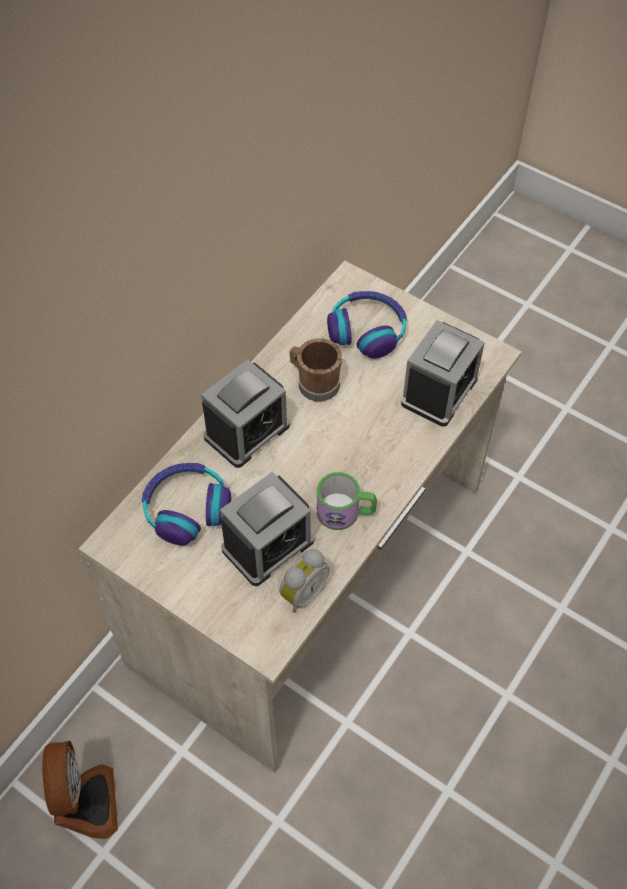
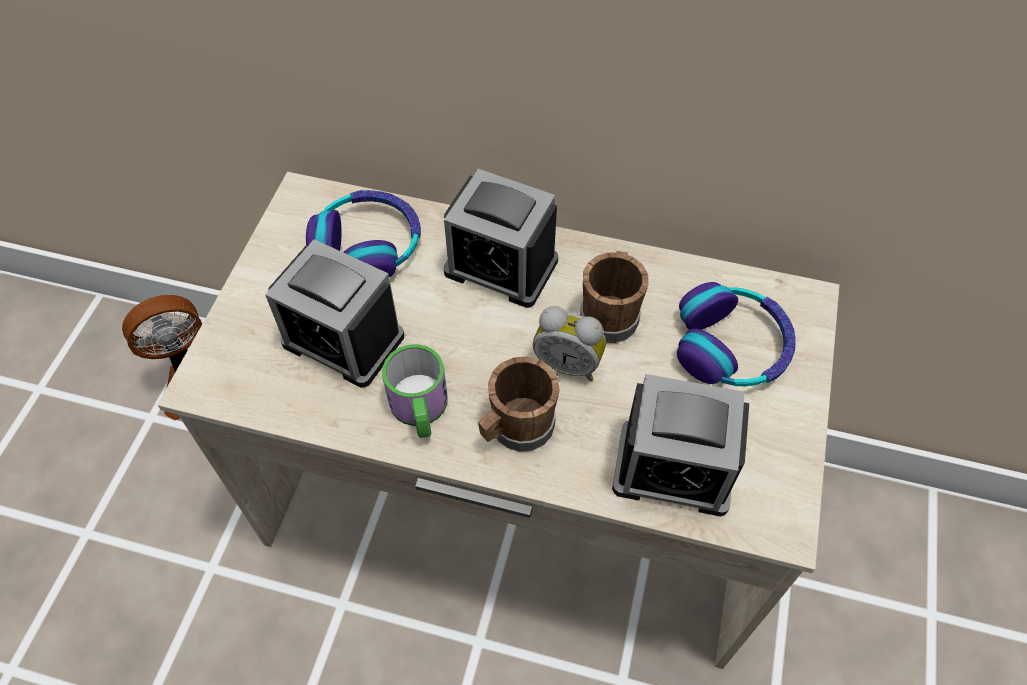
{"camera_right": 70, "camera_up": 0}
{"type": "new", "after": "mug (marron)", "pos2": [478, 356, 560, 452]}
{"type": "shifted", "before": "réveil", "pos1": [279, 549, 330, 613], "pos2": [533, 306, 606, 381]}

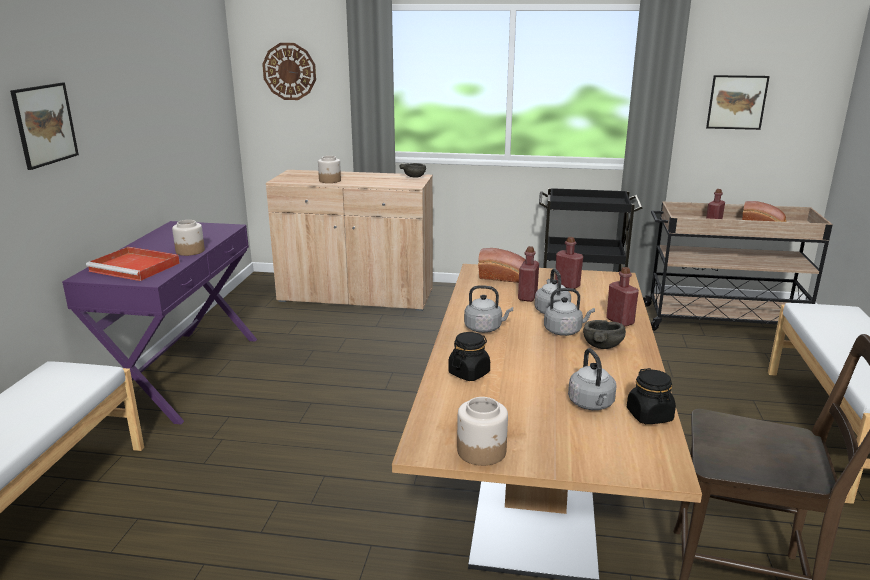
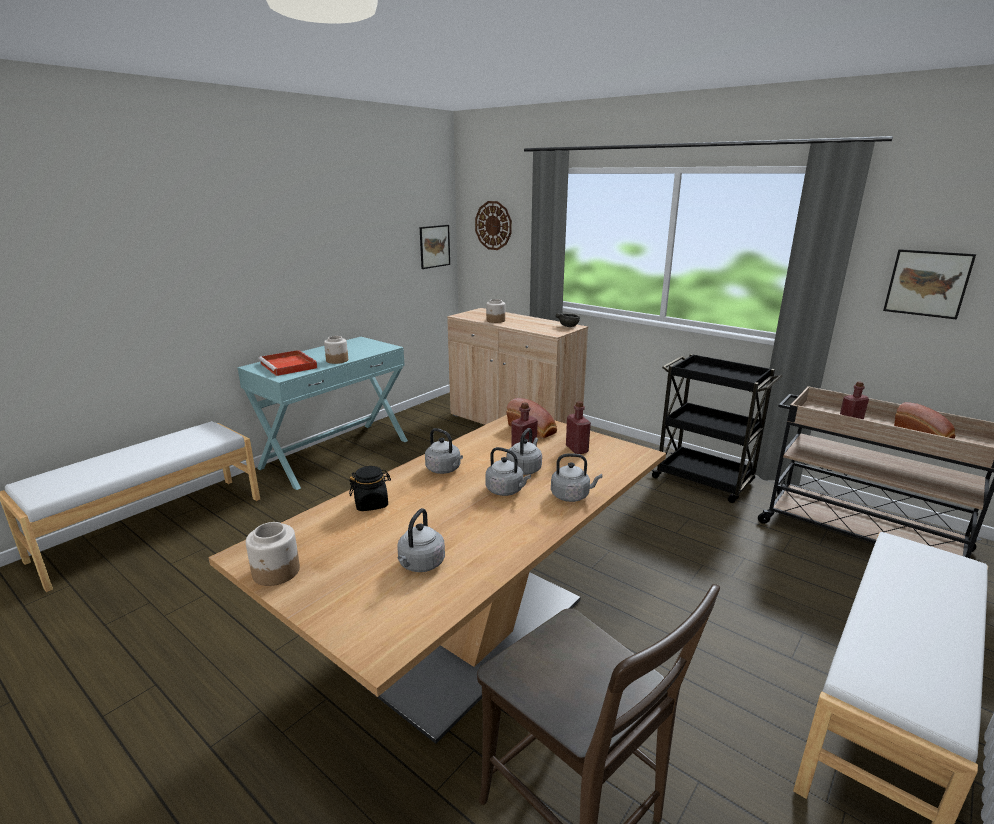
{"camera_right": 30, "camera_up": 0}
{"type": "gone", "before": "bol (gris)", "pos1": [583, 320, 626, 349]}
{"type": "gone", "before": "bocal (noir)", "pos1": [627, 368, 676, 424]}
{"type": "shifted", "before": "tableau", "pos1": [10, 83, 79, 170], "pos2": [420, 225, 450, 269]}
{"type": "swapped", "before": "bouteille (rouge)", "after": "bouilloire (gris)", "pos1": [606, 267, 639, 327], "pos2": [551, 453, 602, 502]}
{"type": "repainted", "before": "table console (violet)", "after": "table console (turquoise)", "pos1": [62, 221, 257, 424], "pos2": [237, 337, 408, 490]}

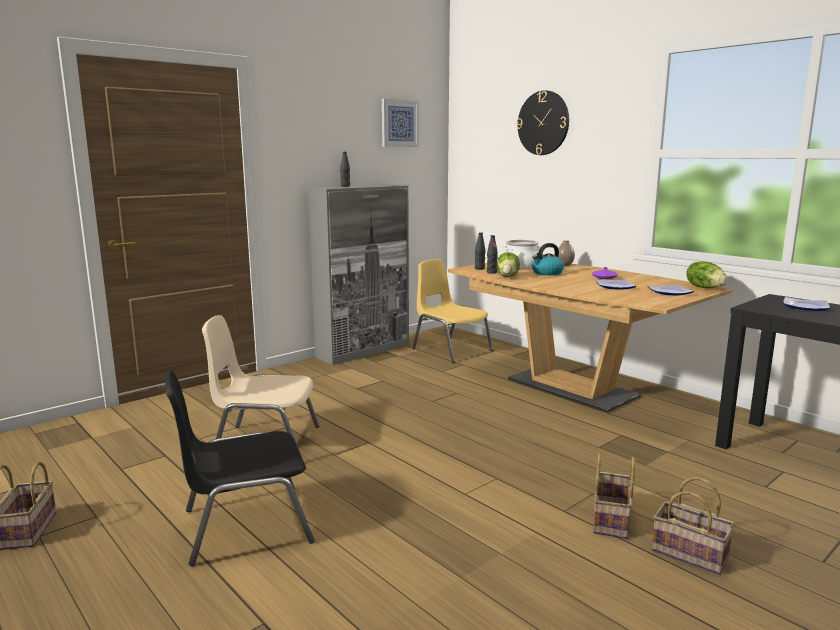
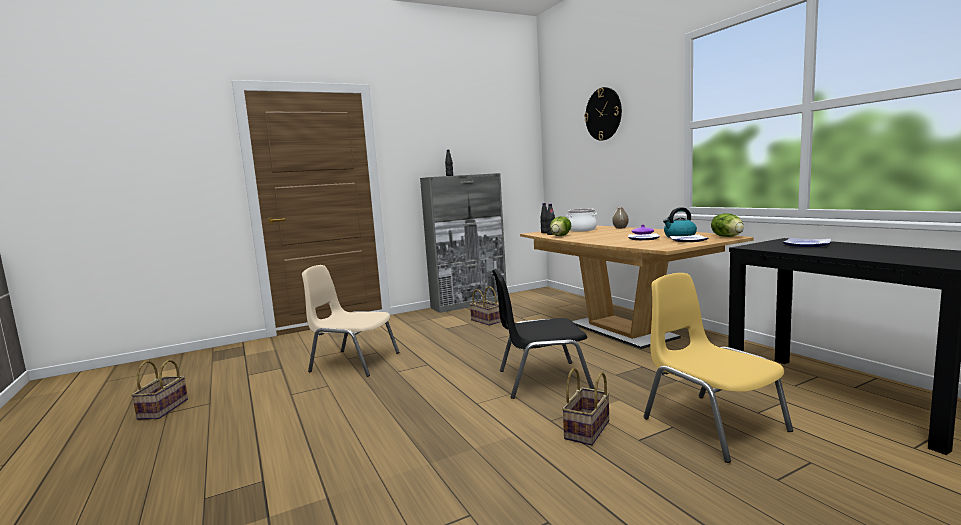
{"camera_right": 15, "camera_up": -5}
{"type": "gone", "before": "tableau", "pos1": [382, 99, 419, 147]}
{"type": "shifted", "before": "chaise (noir)", "pos1": [165, 370, 315, 566], "pos2": [492, 269, 595, 399]}
{"type": "shifted", "before": "chaise (jaune)", "pos1": [412, 259, 493, 363], "pos2": [643, 273, 793, 463]}
{"type": "shifted", "before": "bouilloire", "pos1": [532, 243, 564, 275], "pos2": [663, 207, 697, 237]}
{"type": "shifted", "before": "panier", "pos1": [652, 477, 735, 575], "pos2": [470, 286, 501, 325]}

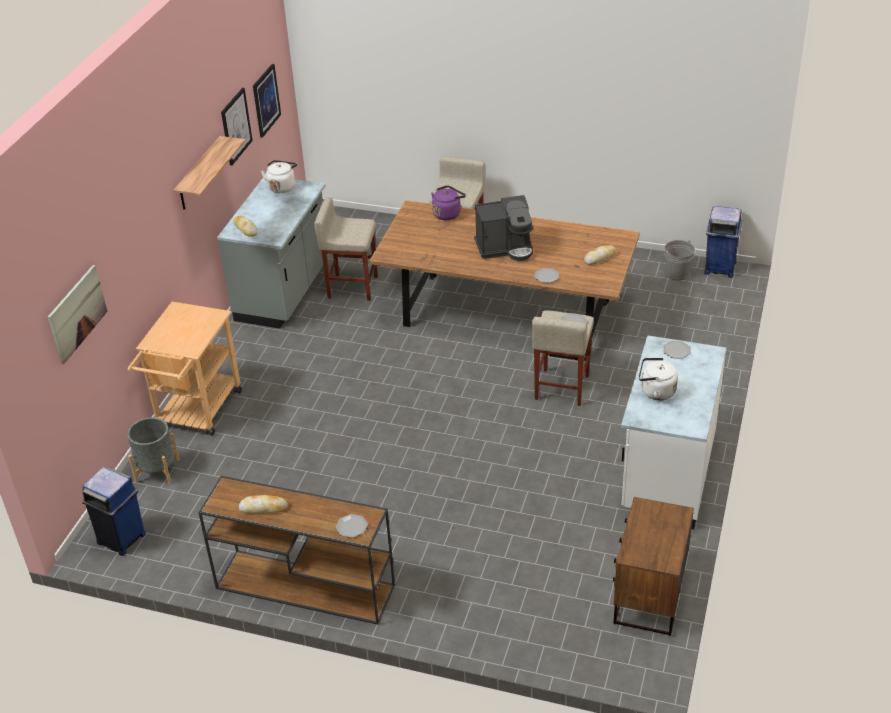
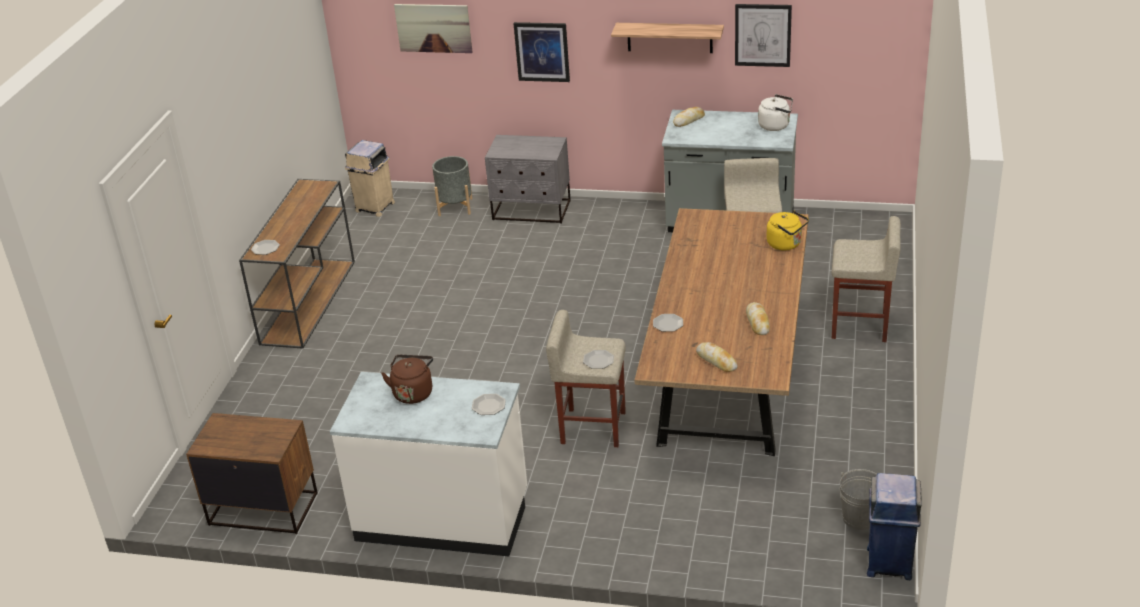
{"camera_right": 85, "camera_up": -5}
{"type": "gone", "before": "machine à café", "pos1": [474, 195, 533, 261]}
{"type": "shifted", "before": "pain", "pos1": [239, 495, 288, 514], "pos2": [746, 302, 770, 335]}
{"type": "shifted", "before": "tableau", "pos1": [253, 64, 281, 138], "pos2": [513, 22, 570, 82]}
{"type": "swapped", "before": "chariot (beige)", "after": "table de chevet (gris)", "pos1": [128, 302, 242, 436], "pos2": [485, 135, 571, 224]}
{"type": "repainted", "before": "poubelle (bleu)", "after": "poubelle (beige)", "pos1": [82, 467, 146, 556], "pos2": [345, 140, 395, 217]}
{"type": "repainted", "before": "bouilloire (violet)", "after": "bouilloire (jaune)", "pos1": [431, 185, 466, 220], "pos2": [767, 210, 809, 250]}
{"type": "repainted", "before": "bouilloire (blanc)", "after": "bouilloire (marron)", "pos1": [639, 358, 678, 400], "pos2": [381, 355, 433, 404]}

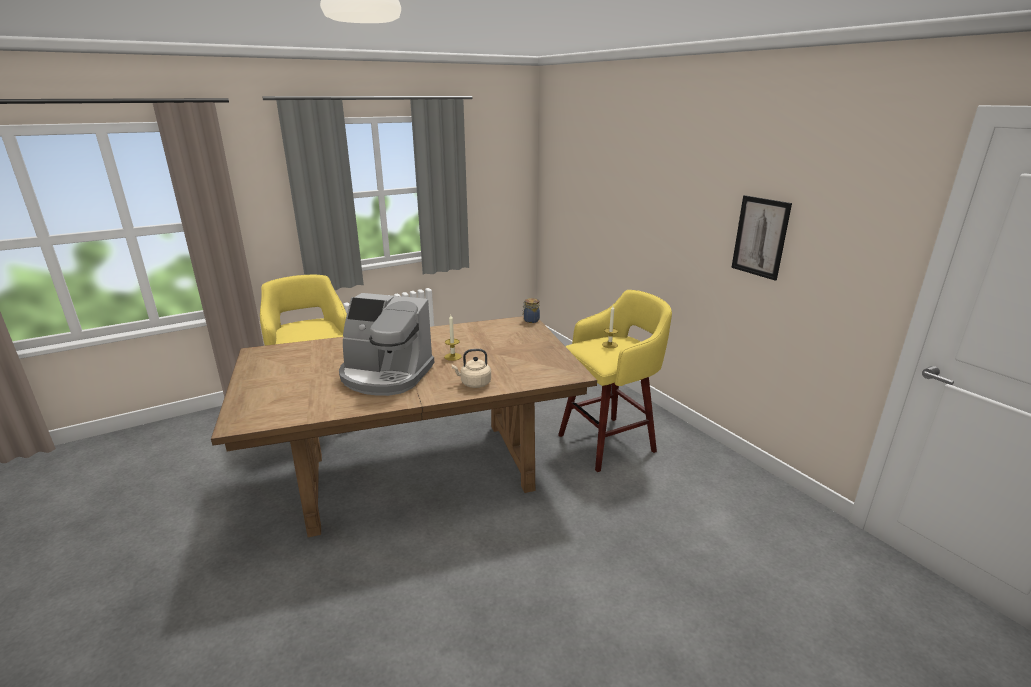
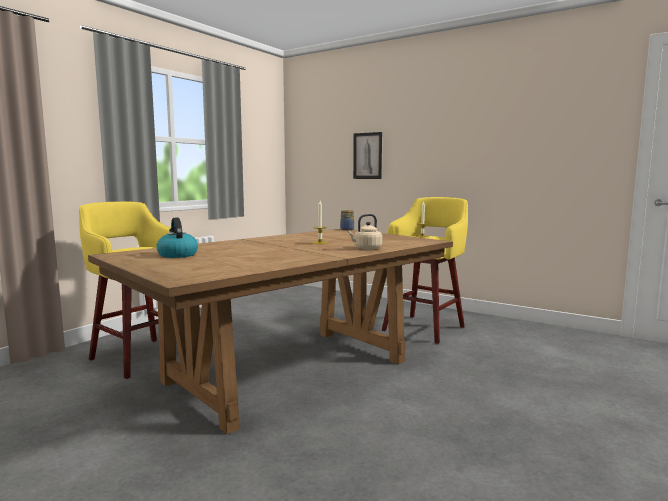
{"camera_right": -25, "camera_up": -15}
{"type": "gone", "before": "machine à café", "pos1": [339, 293, 435, 396]}
{"type": "new", "after": "bouilloire", "pos2": [156, 218, 198, 258]}
{"type": "shifted", "before": "tableau", "pos1": [731, 195, 792, 281], "pos2": [353, 132, 382, 179]}

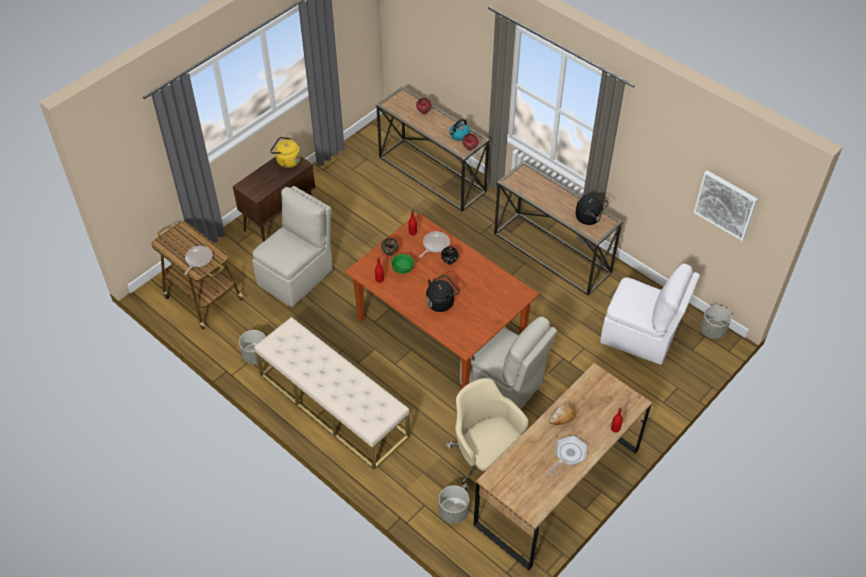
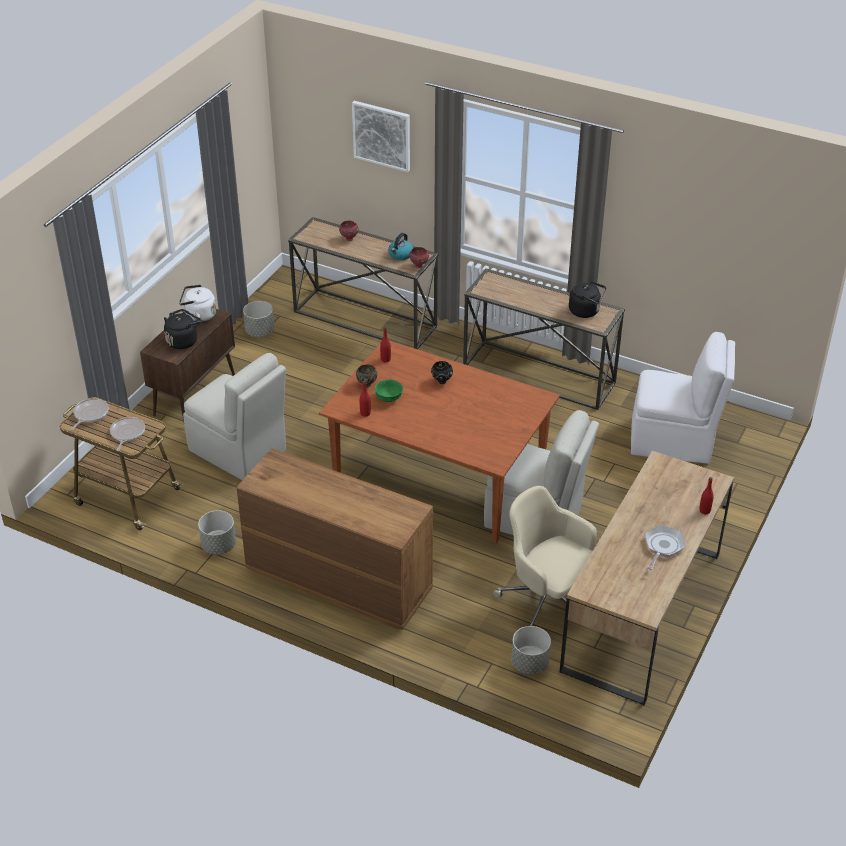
{"camera_right": -15, "camera_up": -10}
{"type": "gone", "before": "pain", "pos1": [549, 403, 576, 425]}
{"type": "shifted", "before": "poêle", "pos1": [419, 231, 450, 258], "pos2": [71, 398, 109, 430]}
{"type": "shifted", "before": "bouilloire (noir)", "pos1": [426, 275, 460, 312], "pos2": [164, 309, 202, 349]}
{"type": "shifted", "before": "tableau", "pos1": [694, 170, 758, 241], "pos2": [352, 101, 410, 172]}
{"type": "shifted", "before": "cache-pot (gris)", "pos1": [700, 305, 731, 339], "pos2": [243, 301, 274, 337]}
{"type": "swapped", "before": "banc (beige)", "after": "commode (marron)", "pos1": [255, 317, 410, 470], "pos2": [237, 448, 433, 630]}
{"type": "repainted", "before": "bouilloire (jaune)", "after": "bouilloire (blanc)", "pos1": [270, 137, 301, 168], "pos2": [179, 284, 216, 322]}
{"type": "rotated", "before": "chaise (beige)", "pos1": [252, 186, 333, 307], "pos2": [183, 353, 286, 480], "turn": 105}

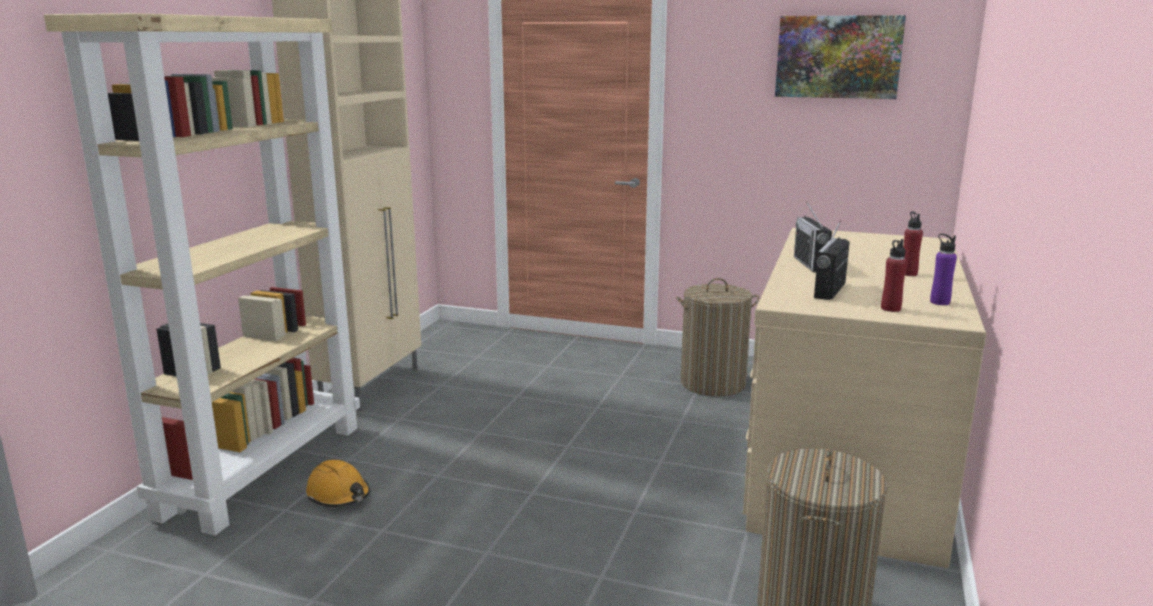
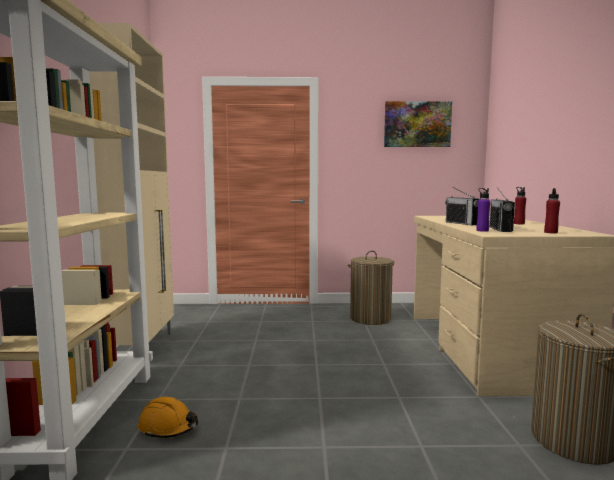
{"camera_right": -20, "camera_up": -10}
{"type": "shifted", "before": "bouteille (violet)", "pos1": [930, 234, 957, 305], "pos2": [476, 188, 490, 232]}

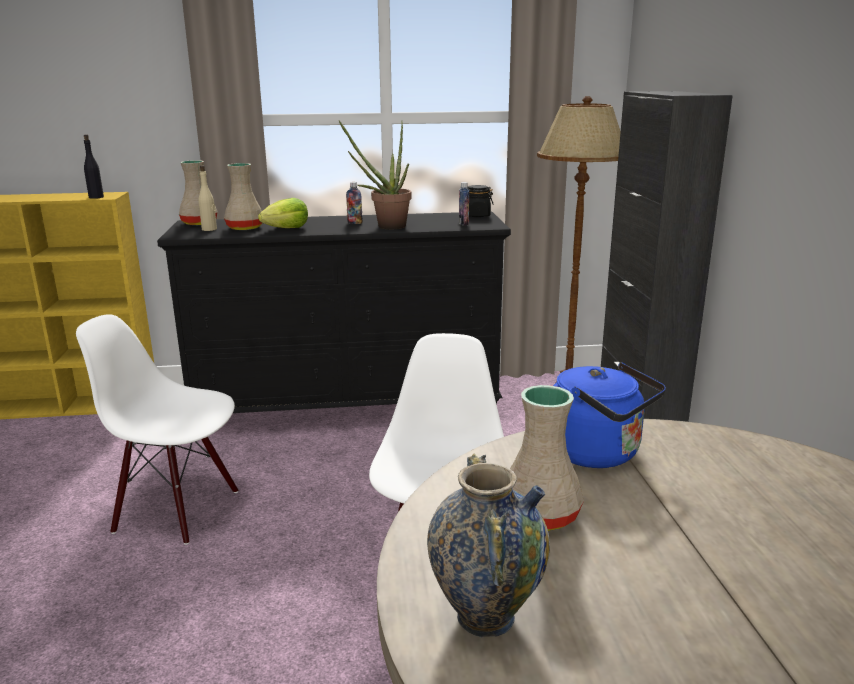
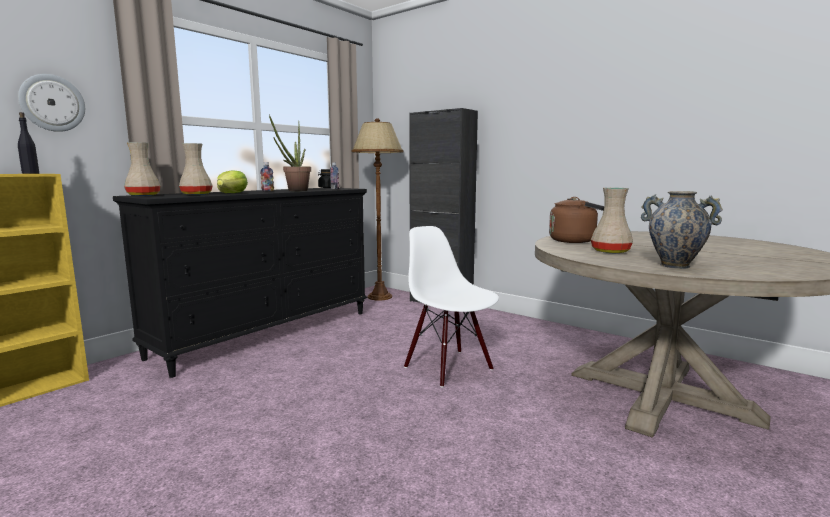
{"camera_right": -45, "camera_up": -10}
{"type": "gone", "before": "chaise (blanc)", "pos1": [76, 314, 238, 545]}
{"type": "gone", "before": "bouteille (beige)", "pos1": [198, 165, 217, 231]}
{"type": "new", "after": "horloge murale", "pos2": [18, 74, 85, 132]}
{"type": "repainted", "before": "bouilloire (bleu)", "after": "bouilloire (marron)", "pos1": [553, 362, 666, 468], "pos2": [549, 197, 604, 243]}

